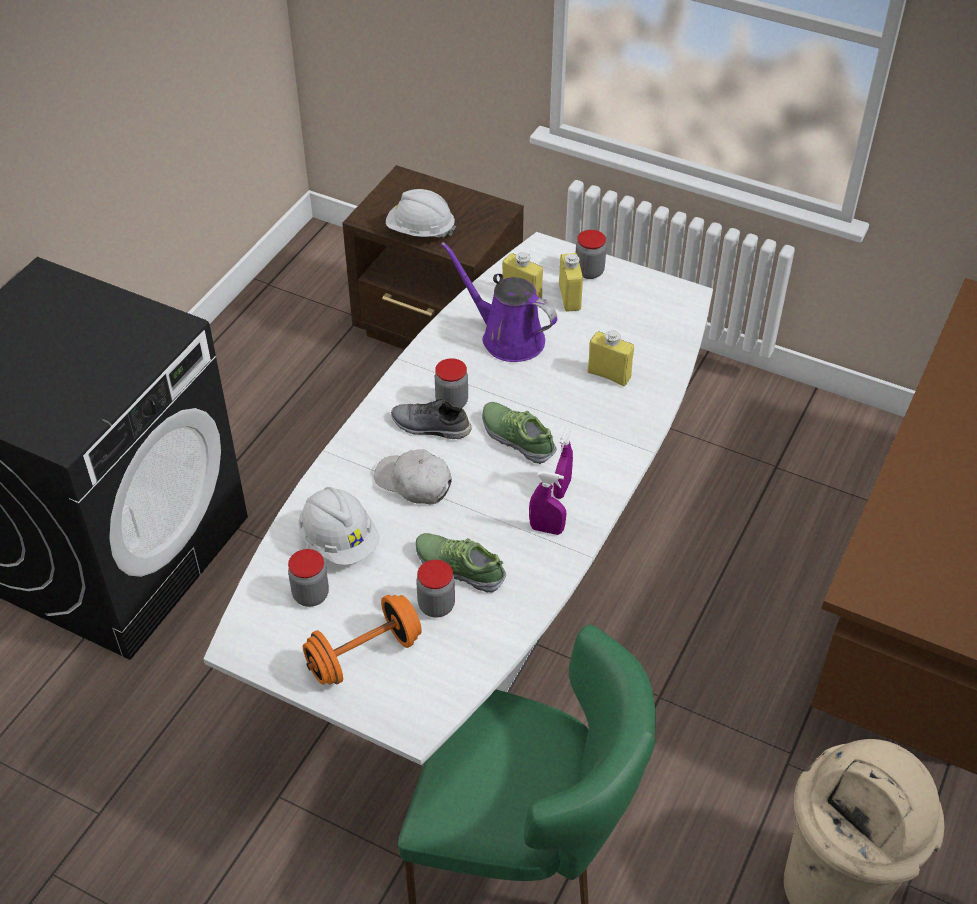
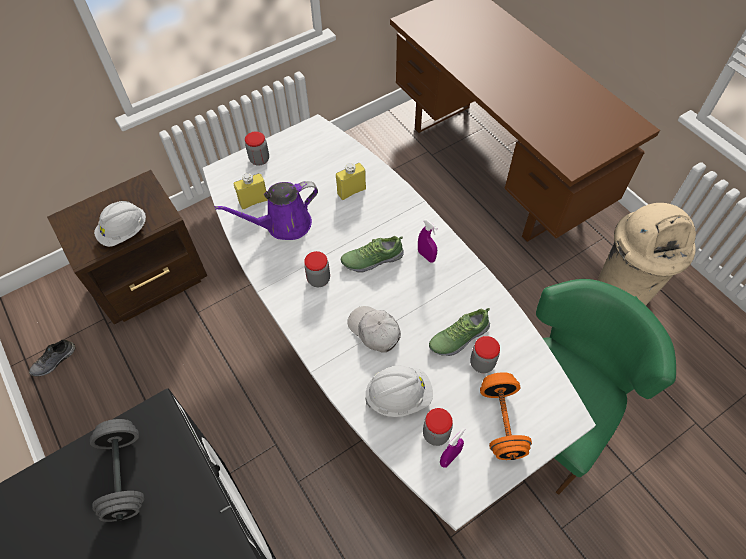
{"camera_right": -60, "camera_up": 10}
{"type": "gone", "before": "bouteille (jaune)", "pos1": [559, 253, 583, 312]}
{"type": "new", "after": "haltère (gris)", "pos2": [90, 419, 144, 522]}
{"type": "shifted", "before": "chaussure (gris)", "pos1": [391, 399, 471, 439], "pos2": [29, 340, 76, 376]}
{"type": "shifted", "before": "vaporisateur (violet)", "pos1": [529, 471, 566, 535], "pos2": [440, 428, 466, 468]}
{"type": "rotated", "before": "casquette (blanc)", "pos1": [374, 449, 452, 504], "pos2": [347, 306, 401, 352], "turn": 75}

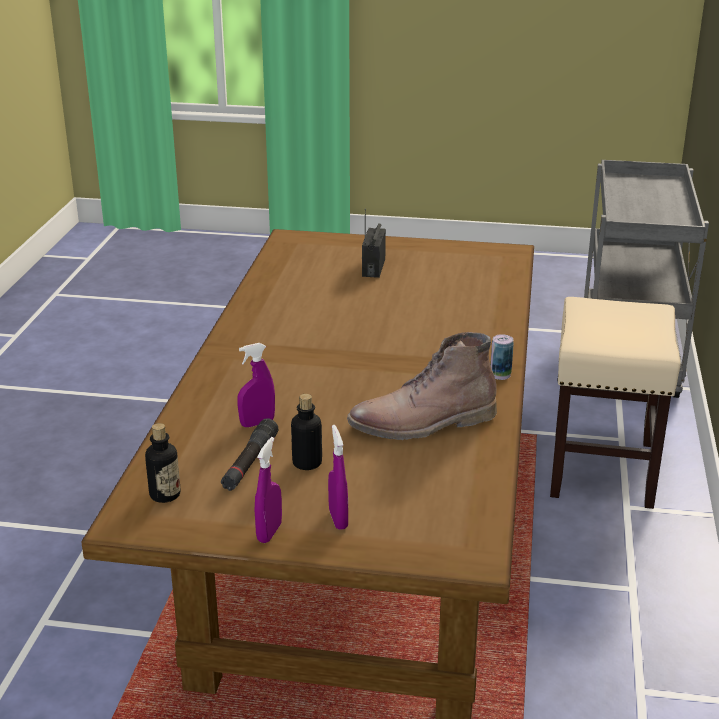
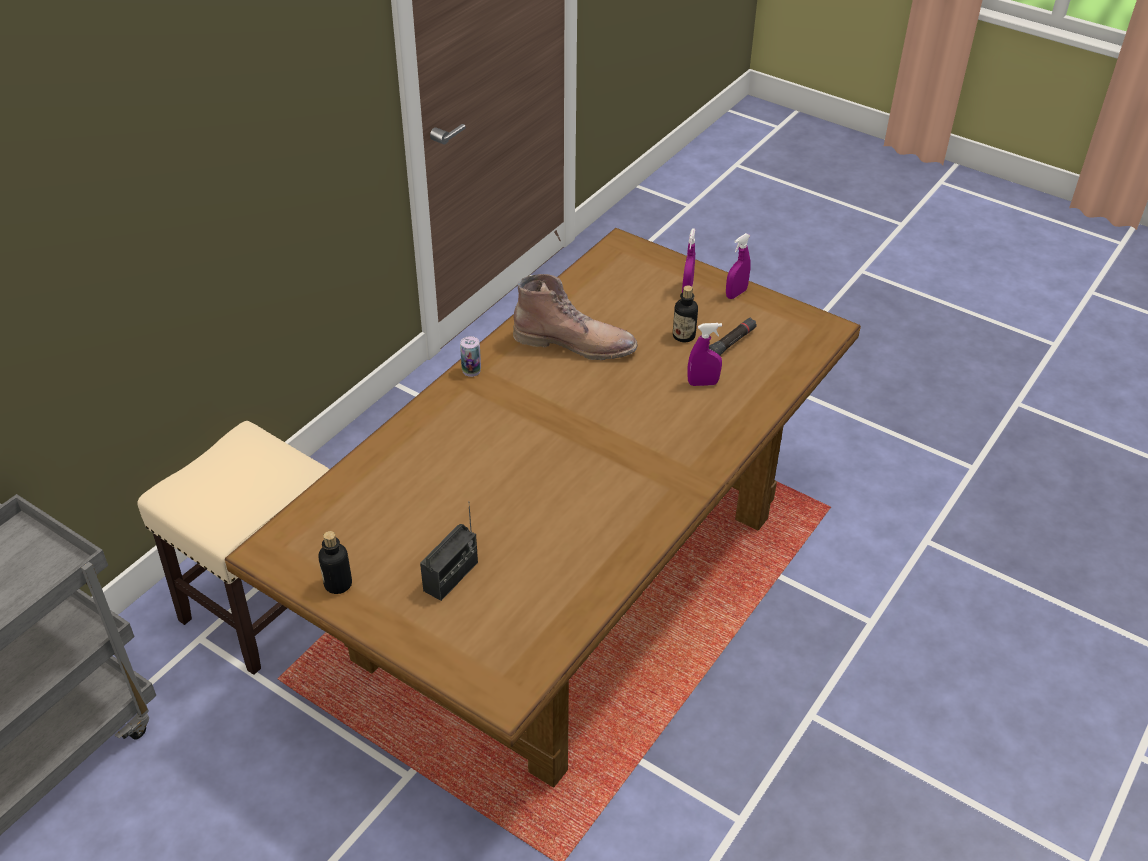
{"camera_right": -155, "camera_up": 15}
{"type": "shifted", "before": "bouteille", "pos1": [145, 423, 180, 503], "pos2": [318, 531, 352, 594]}

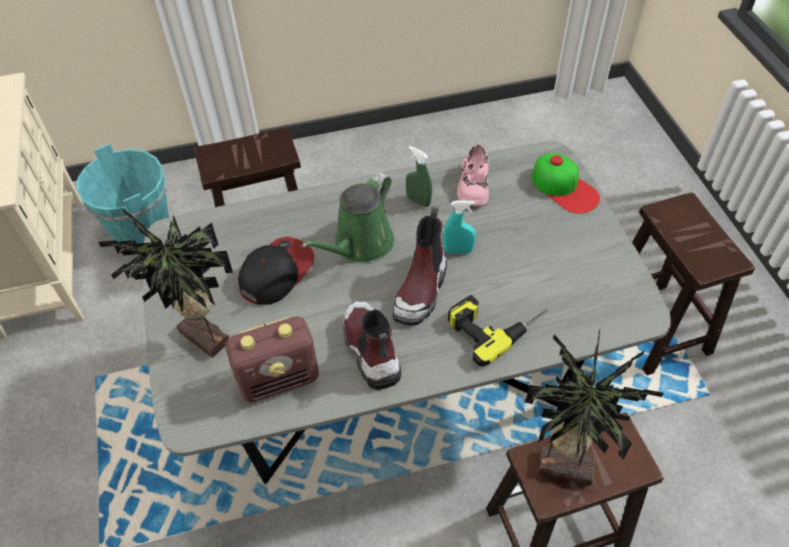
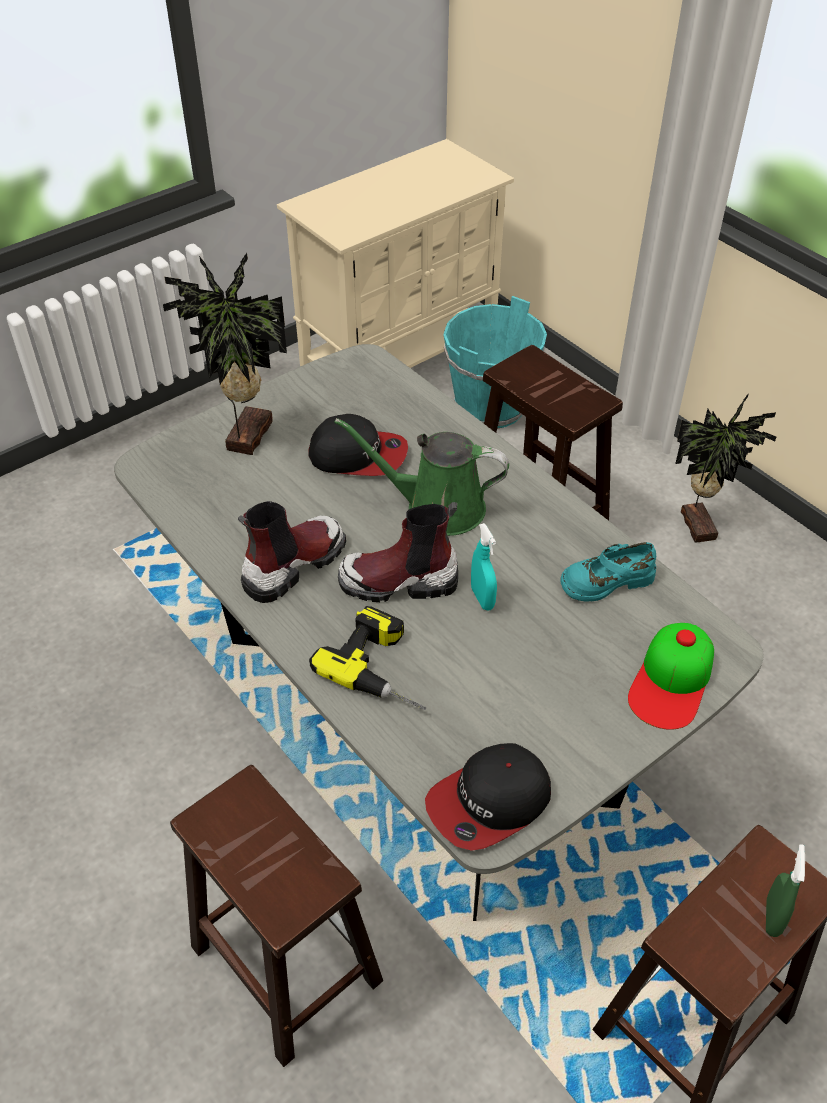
{"camera_right": 65, "camera_up": -5}
{"type": "gone", "before": "radio", "pos1": [226, 316, 319, 403]}
{"type": "new", "after": "casquette", "pos2": [425, 743, 551, 851]}
{"type": "shifted", "before": "vaporisateur (vert)", "pos1": [406, 146, 432, 207], "pos2": [766, 844, 805, 937]}
{"type": "shifted", "before": "plante en pot", "pos1": [525, 329, 663, 486], "pos2": [675, 393, 776, 543]}
{"type": "repainted", "before": "chaussure (rose)", "after": "chaussure (turquoise)", "pos1": [457, 144, 489, 206], "pos2": [560, 542, 656, 602]}

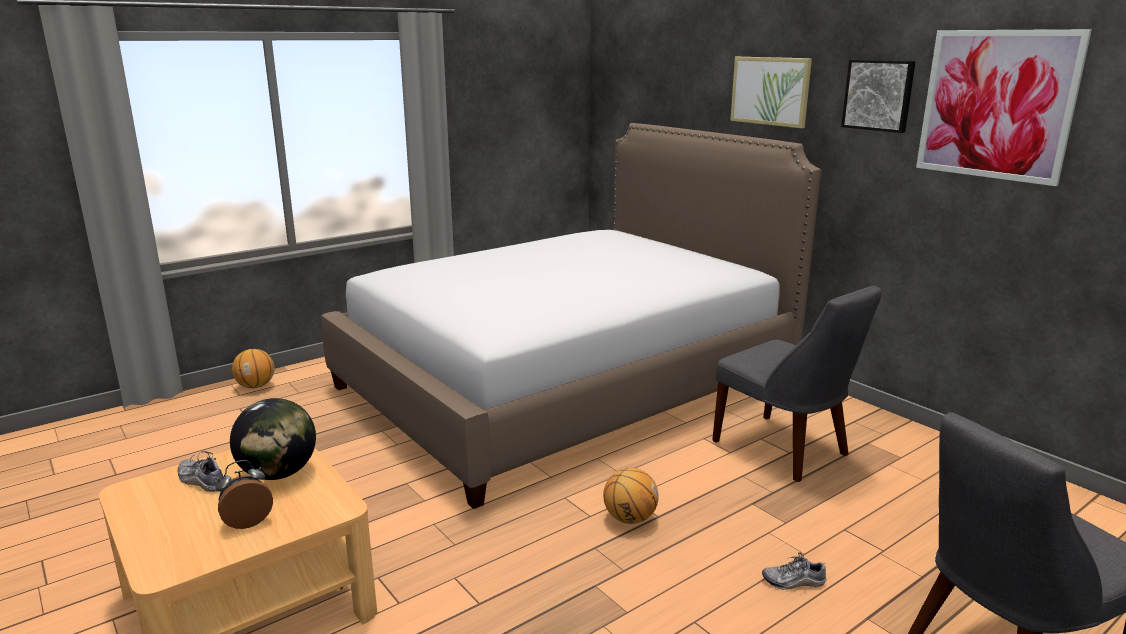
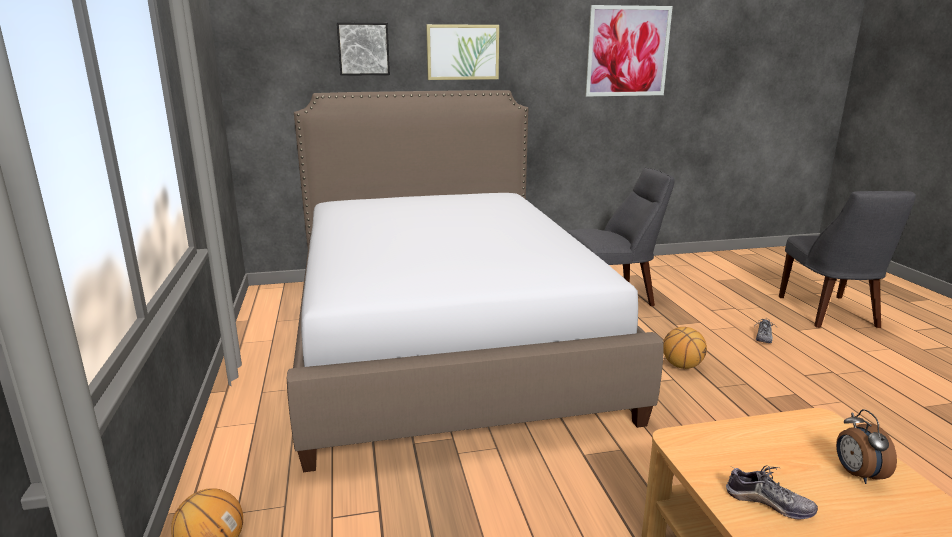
{"camera_right": -65, "camera_up": 0}
{"type": "gone", "before": "globe", "pos1": [230, 398, 316, 480]}
{"type": "shifted", "before": "tableau", "pos1": [841, 60, 916, 133], "pos2": [337, 22, 390, 76]}
{"type": "rotated", "before": "chaussure", "pos1": [177, 451, 223, 492], "pos2": [726, 466, 818, 519], "turn": -120}

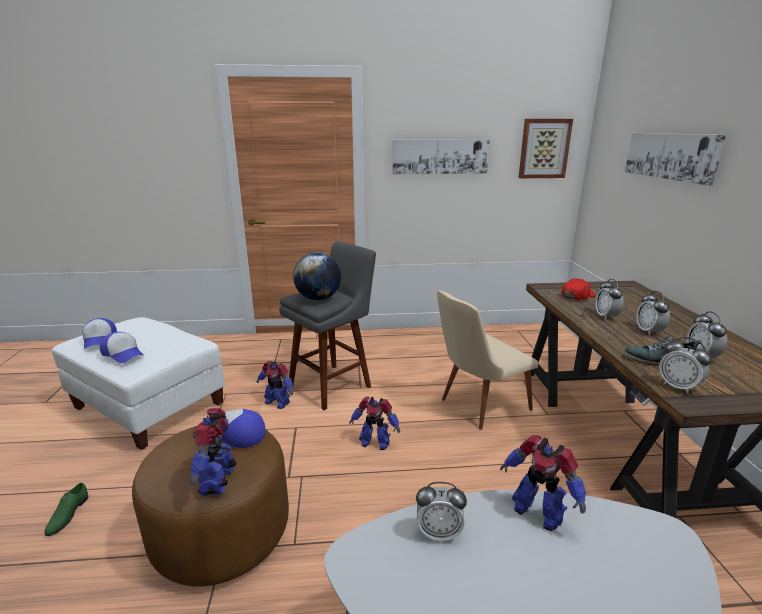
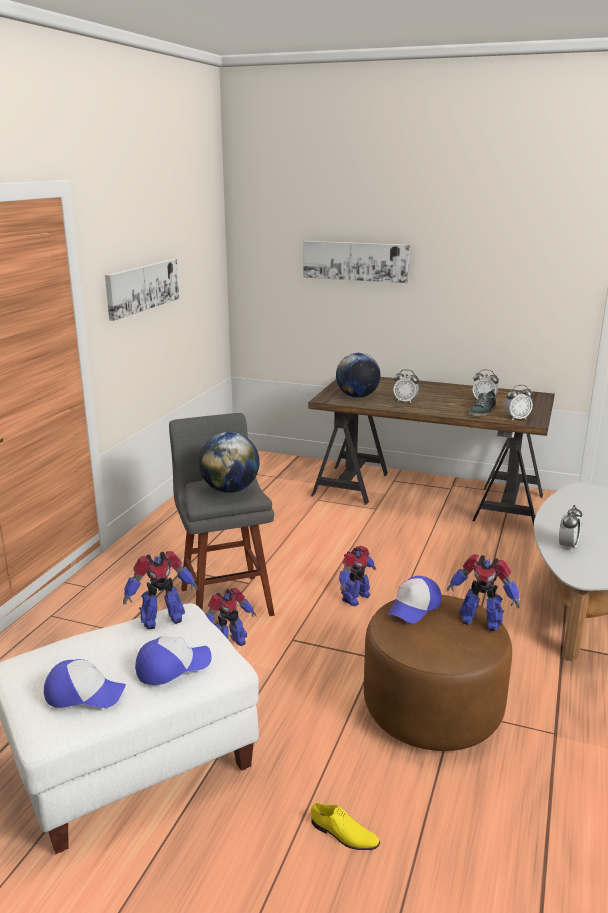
{"camera_right": -65, "camera_up": 0}
{"type": "gone", "before": "chaise (beige)", "pos1": [437, 290, 539, 430]}
{"type": "gone", "before": "tableau", "pos1": [518, 119, 573, 178]}
{"type": "gone", "before": "réveil", "pos1": [636, 291, 670, 336]}
{"type": "shifted", "before": "robot jouet", "pos1": [500, 435, 586, 531], "pos2": [123, 551, 198, 629]}
{"type": "swapped", "before": "casquette (rouge)", "after": "globe", "pos1": [562, 279, 595, 300], "pos2": [336, 353, 380, 398]}
{"type": "repainted", "before": "chaussure (vert)", "after": "chaussure (jaune)", "pos1": [45, 483, 89, 536], "pos2": [311, 802, 380, 850]}

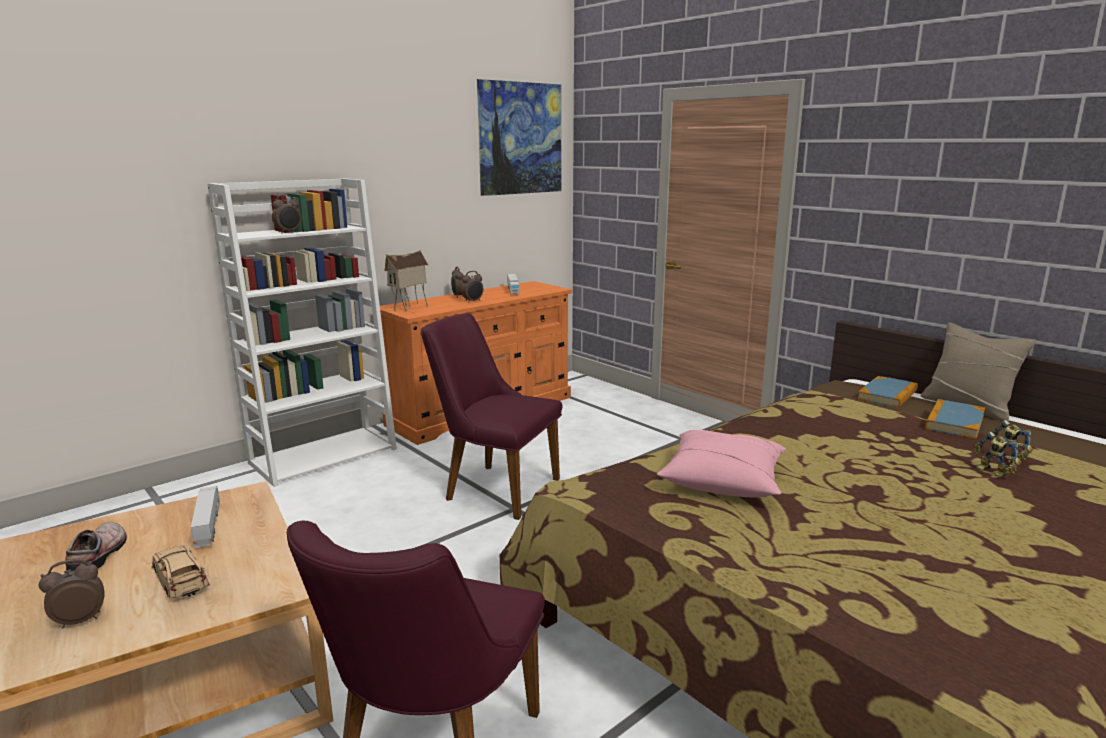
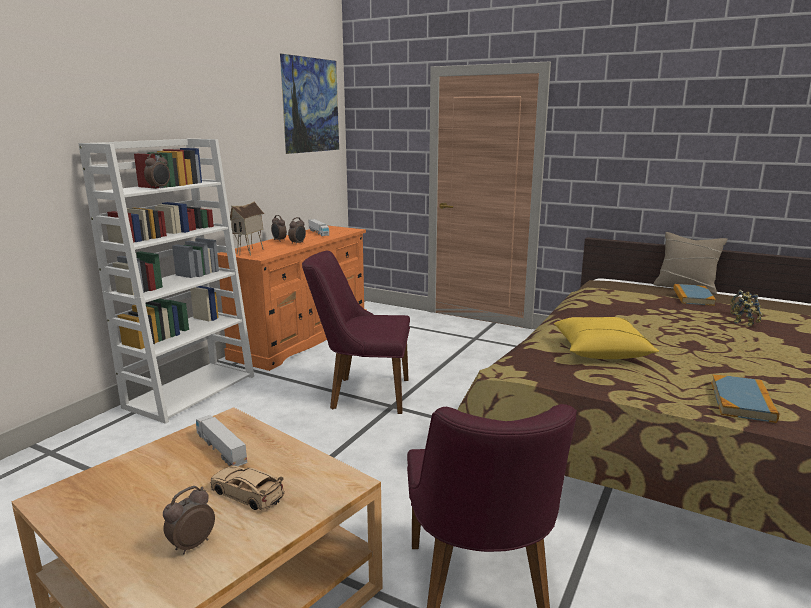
{"camera_right": -20, "camera_up": 0}
{"type": "gone", "before": "chaussure", "pos1": [65, 522, 127, 571]}
{"type": "shifted", "before": "livre", "pos1": [858, 376, 918, 408], "pos2": [711, 375, 779, 423]}
{"type": "repainted", "before": "coussin (rose)", "after": "coussin (jaune)", "pos1": [657, 430, 786, 497], "pos2": [554, 317, 659, 359]}

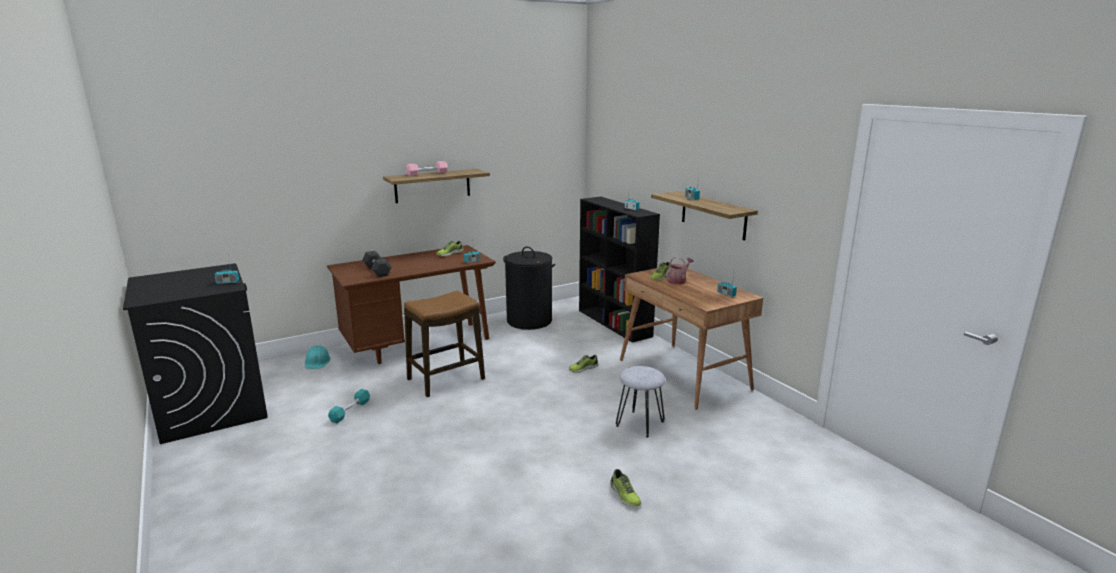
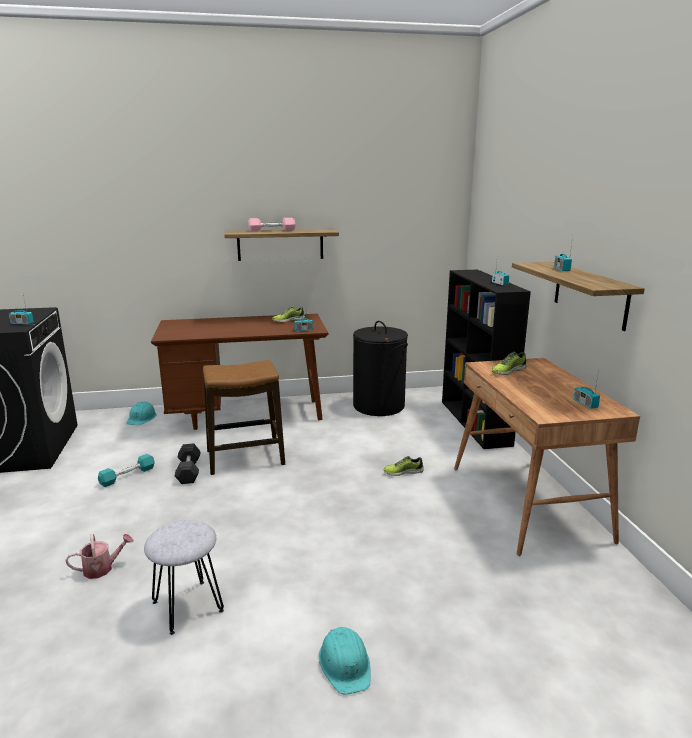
{"camera_right": 20, "camera_up": 0}
{"type": "shifted", "before": "haltère (gris)", "pos1": [362, 251, 392, 277], "pos2": [175, 443, 201, 484]}
{"type": "shifted", "before": "tabouret (gris)", "pos1": [616, 366, 666, 438], "pos2": [144, 520, 224, 635]}
{"type": "shifted", "before": "arrosoir", "pos1": [666, 256, 694, 285], "pos2": [65, 534, 134, 579]}
{"type": "swapped", "before": "chaussure", "after": "casque de chantier (turquoise)", "pos1": [610, 469, 641, 507], "pos2": [319, 627, 371, 695]}

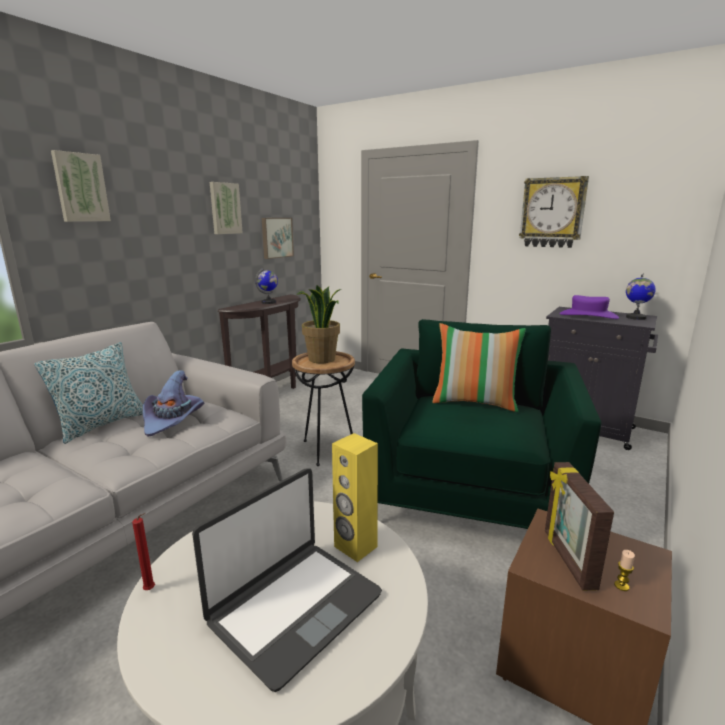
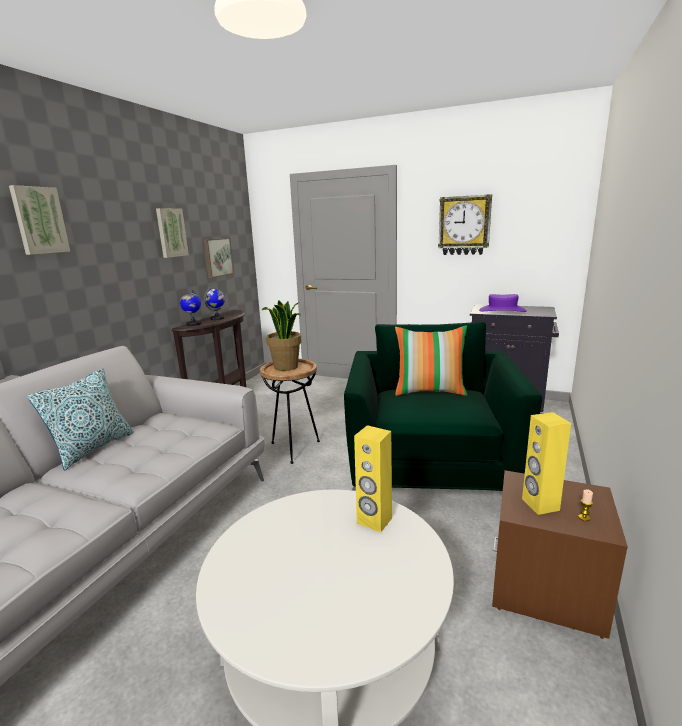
{"camera_right": -10, "camera_up": 0}
{"type": "gone", "before": "bougie (rouge)", "pos1": [132, 513, 155, 590]}
{"type": "gone", "before": "chapeau (violet)", "pos1": [143, 370, 205, 437]}
{"type": "gone", "before": "ordinateur portable", "pos1": [192, 468, 382, 692]}
{"type": "shifted", "before": "globe", "pos1": [626, 274, 656, 320], "pos2": [180, 290, 201, 326]}
{"type": "swapped", "before": "cadre photo", "after": "enceinte (jaune)", "pos1": [545, 462, 614, 591], "pos2": [522, 412, 571, 515]}

